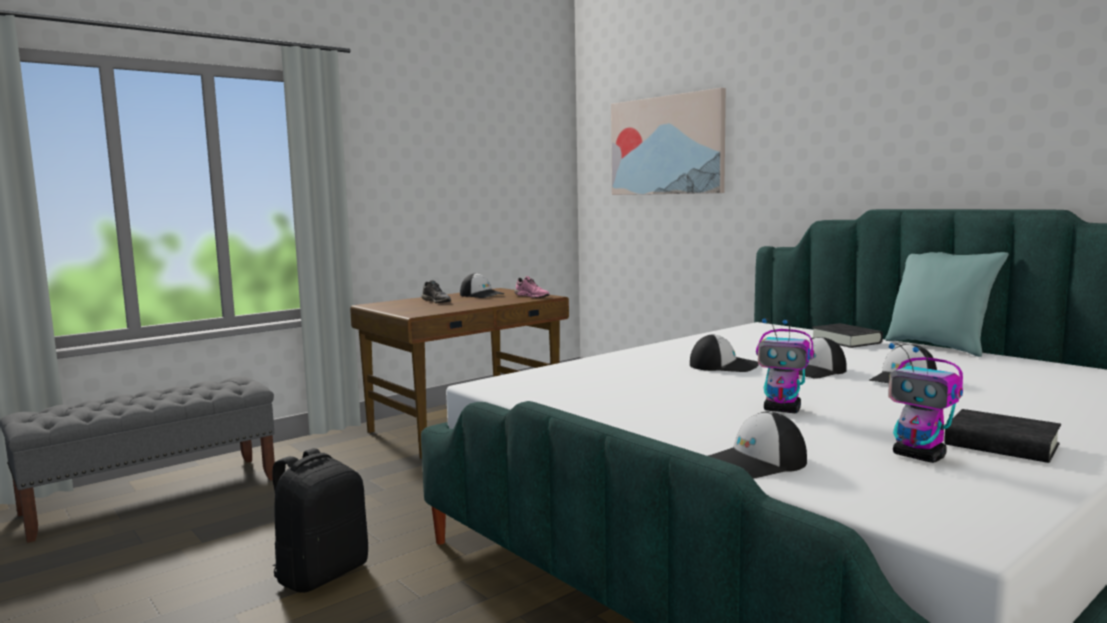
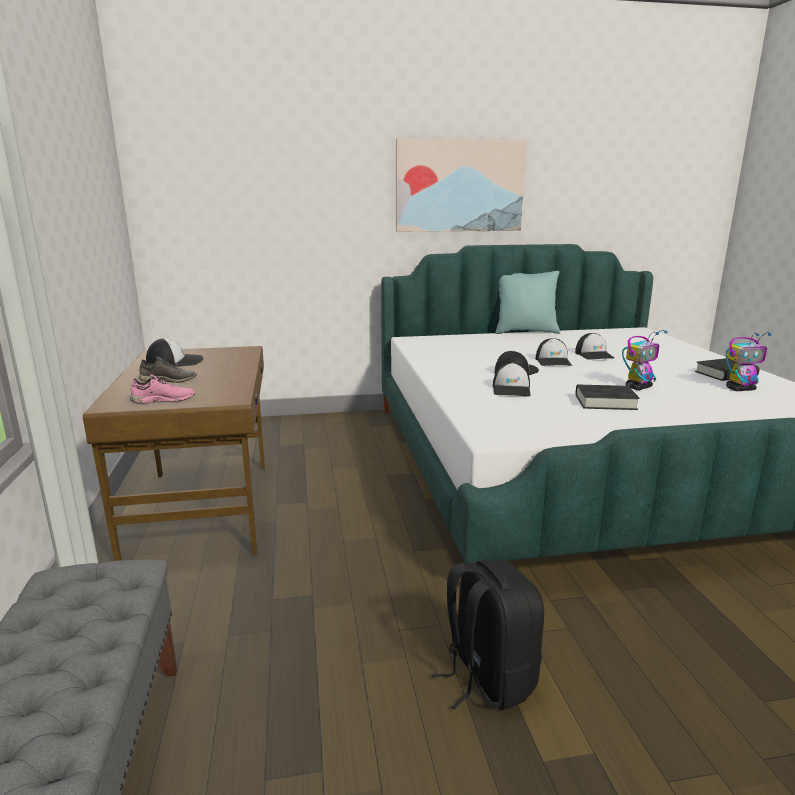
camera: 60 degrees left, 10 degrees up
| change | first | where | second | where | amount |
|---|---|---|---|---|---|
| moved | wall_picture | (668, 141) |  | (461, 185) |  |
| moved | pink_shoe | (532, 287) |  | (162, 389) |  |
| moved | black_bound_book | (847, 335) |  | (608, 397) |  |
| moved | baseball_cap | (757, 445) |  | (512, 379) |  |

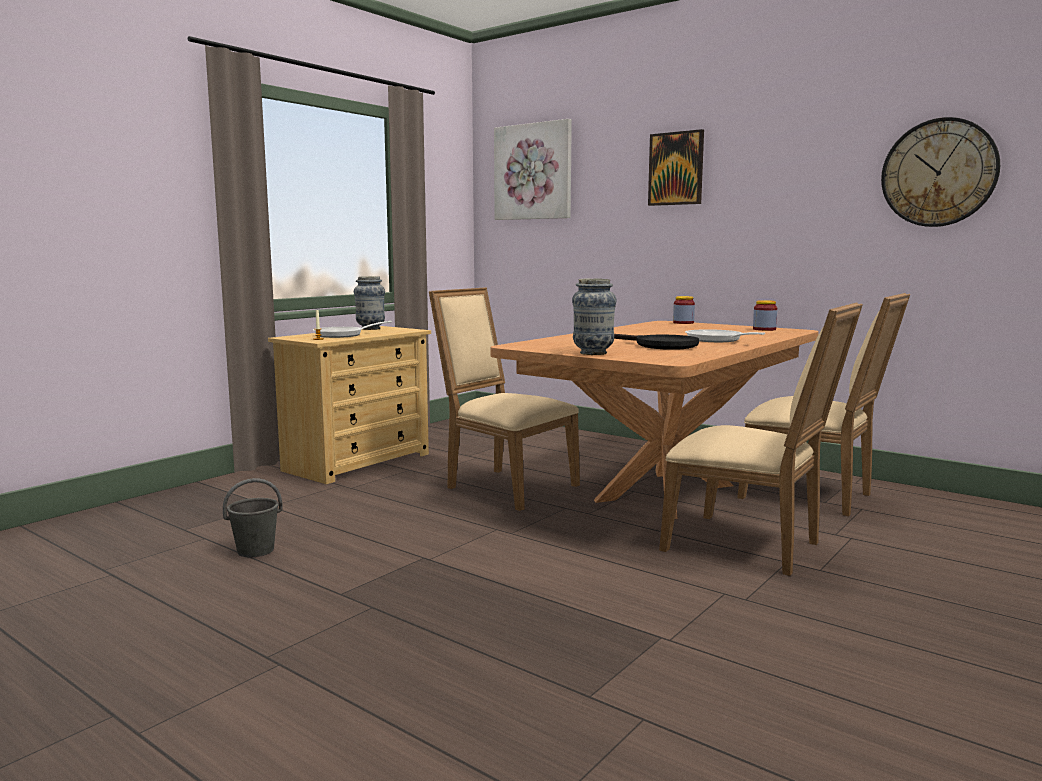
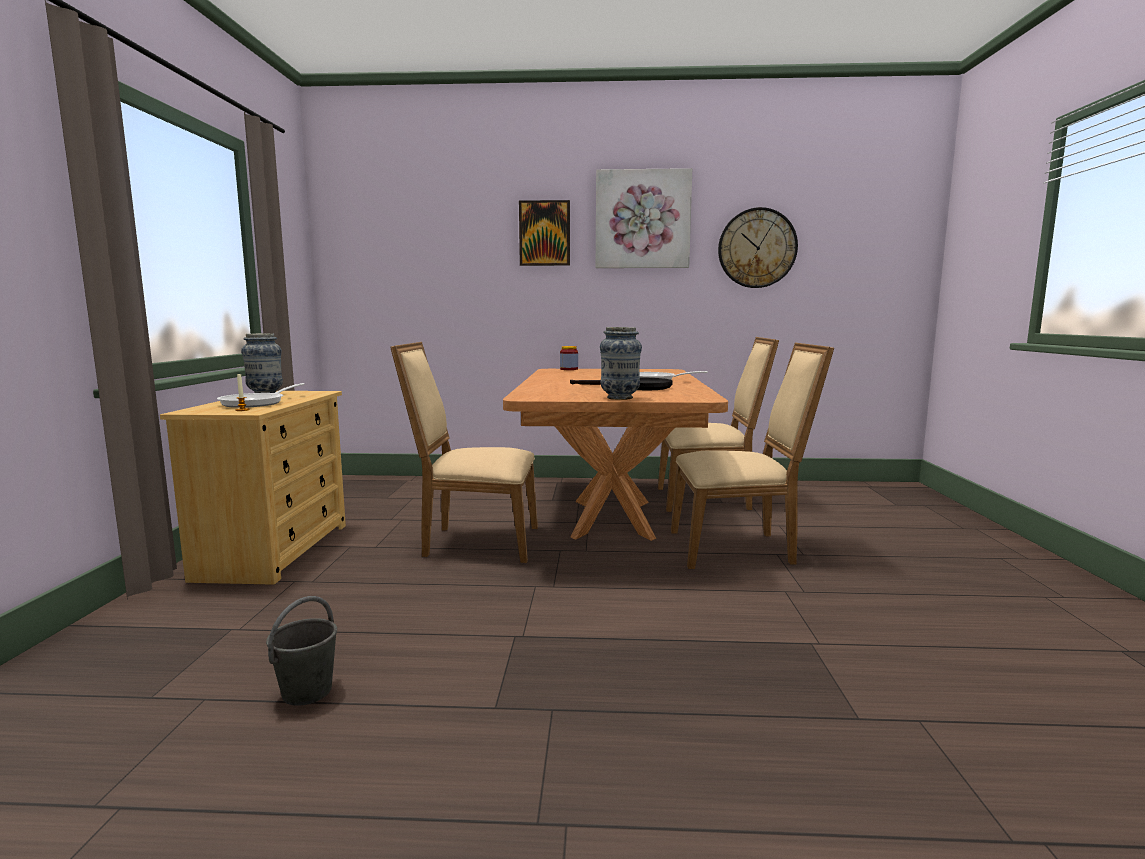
camera: 35 degrees left, 0 degrees up
| change | first | where | second | where | amount |
|---|---|---|---|---|---|
| moved | wall_picture | (533, 169) |  | (644, 218) |  |
| removed | storage_jar | (765, 315) |  |  |  |

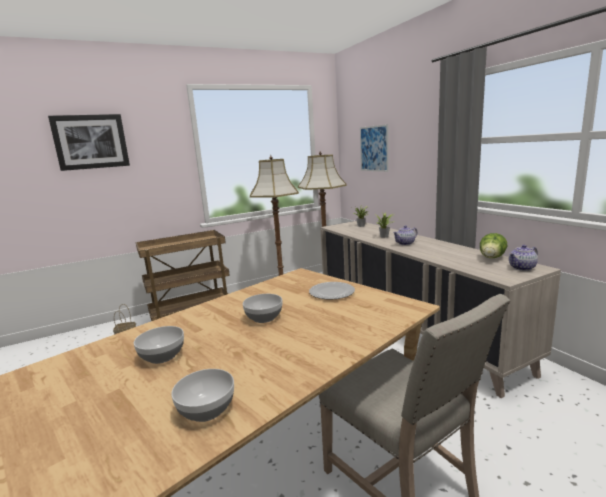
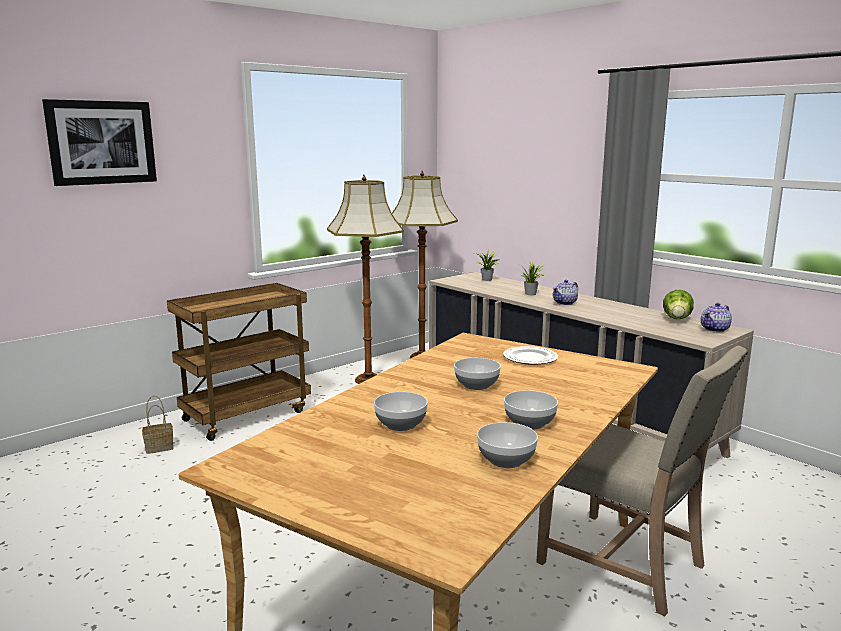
camera: 15 degrees left, 0 degrees up
| change | first | where | second | where | amount |
|---|---|---|---|---|---|
| removed | wall_picture | (374, 148) |  |  |  |
| added |  |  | bowl | (531, 409) |  |

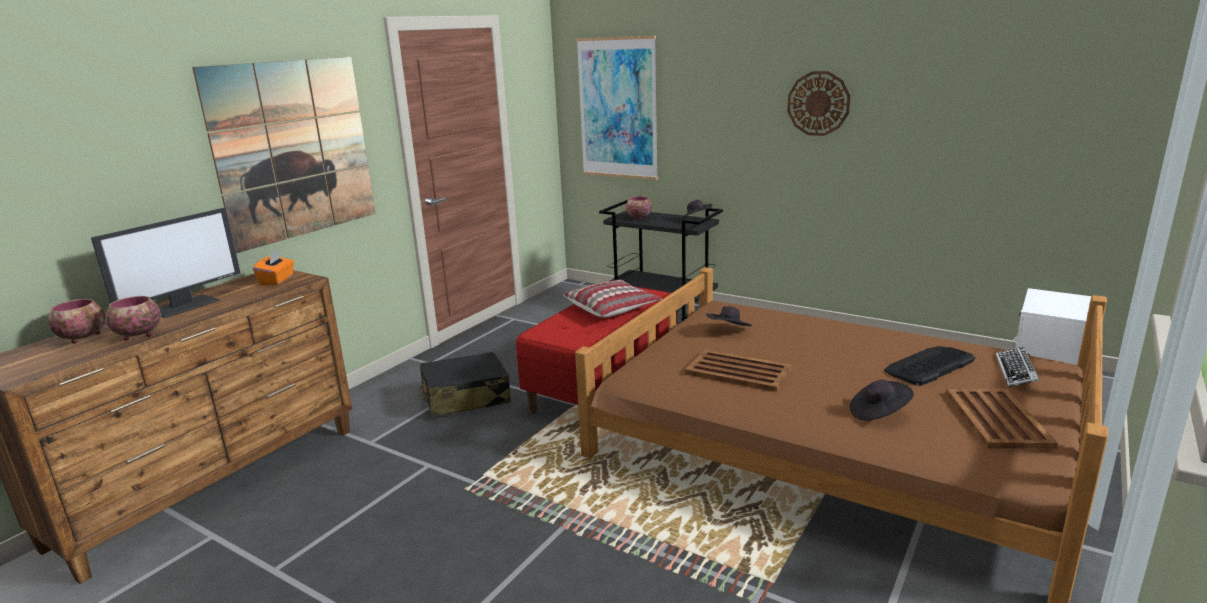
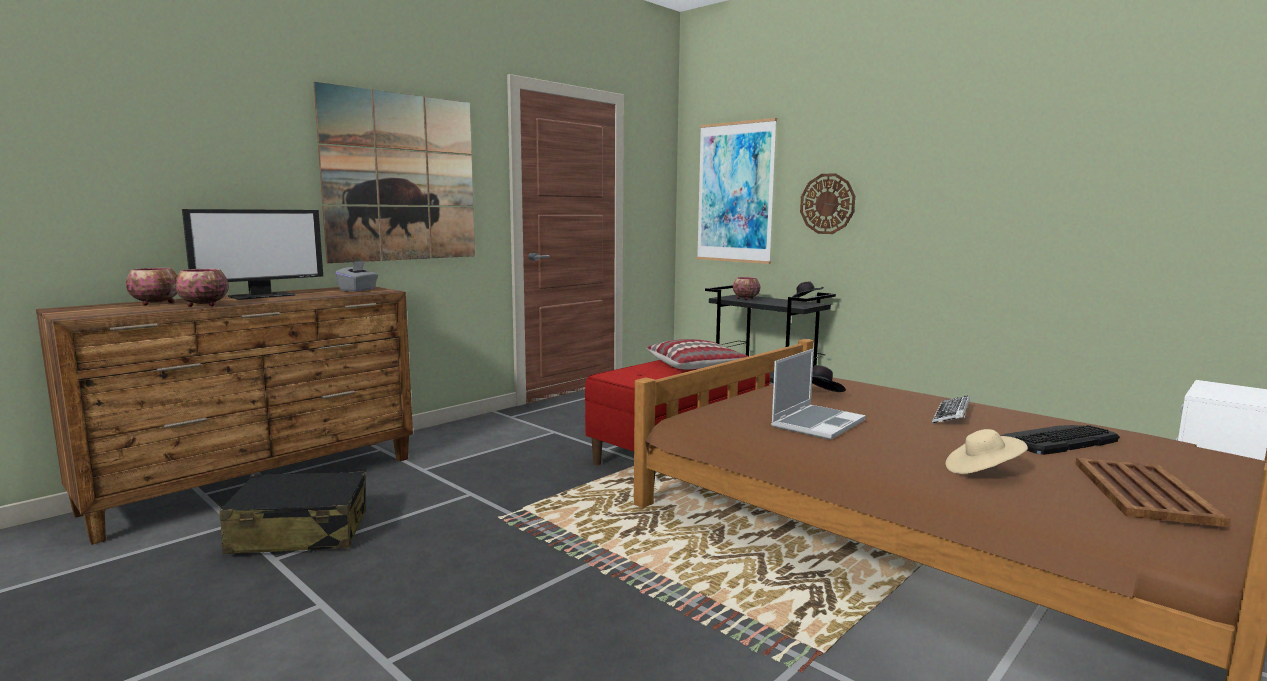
camera: 10 degrees right, 10 degrees down
| change | first | where | second | where | amount |
|---|---|---|---|---|---|
| moved | hanging_clock | (819, 103) |  | (827, 203) |  |
| recoloured | orange_box_of_tissues | (273, 267) | grey_box_of_tissues | (356, 276) |  |
| moved | keyboard | (1018, 367) |  | (951, 409) |  |
| replaced | brown_carrying_tray | (738, 370) | laptop | (818, 394) |  |
| moved | black_travel_case | (464, 384) |  | (293, 512) |  |
| recoloured | black_clothing_hat | (882, 400) | sand-coloured_clothing_hat | (987, 451) |  |

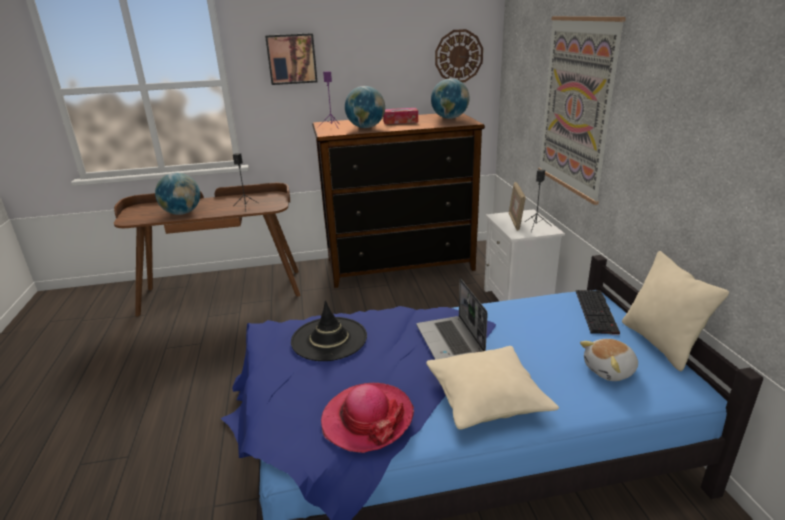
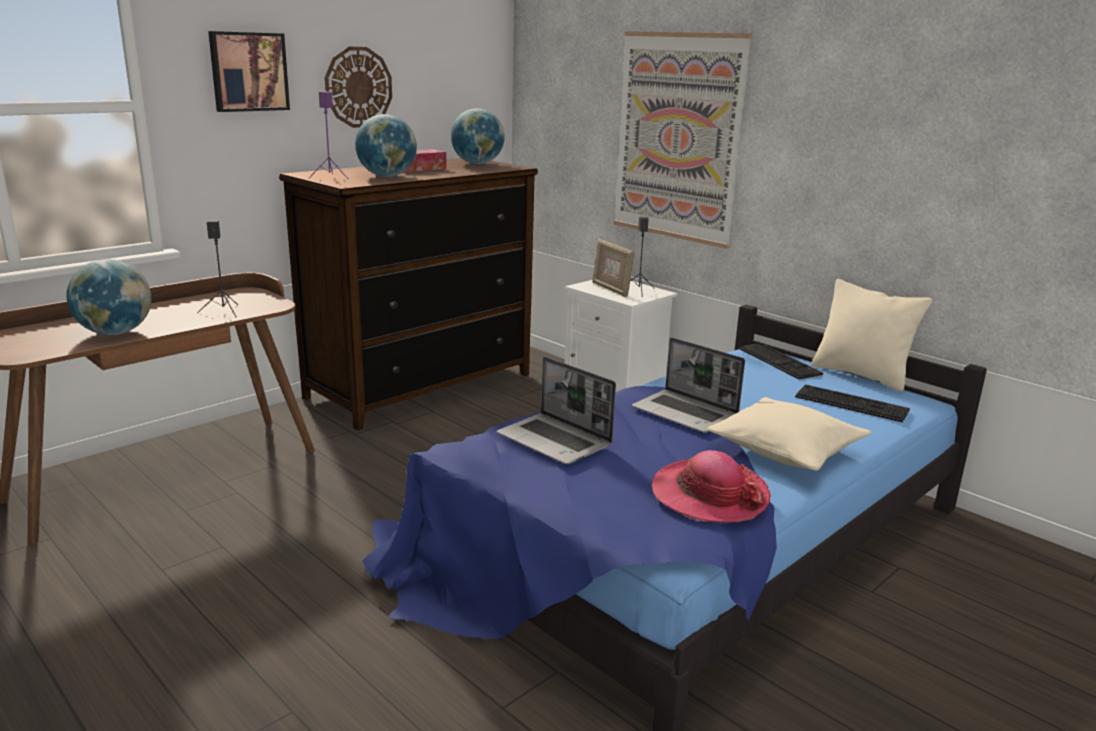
camera: 35 degrees left, 5 degrees down
| change | first | where | second | where | amount |
|---|---|---|---|---|---|
| moved | hanging_clock | (459, 55) |  | (358, 87) |  |
| replaced | black_clothing_hat | (329, 330) | laptop | (556, 410) |  |
| replaced | soft_toy | (609, 360) | keyboard | (852, 403) |  |

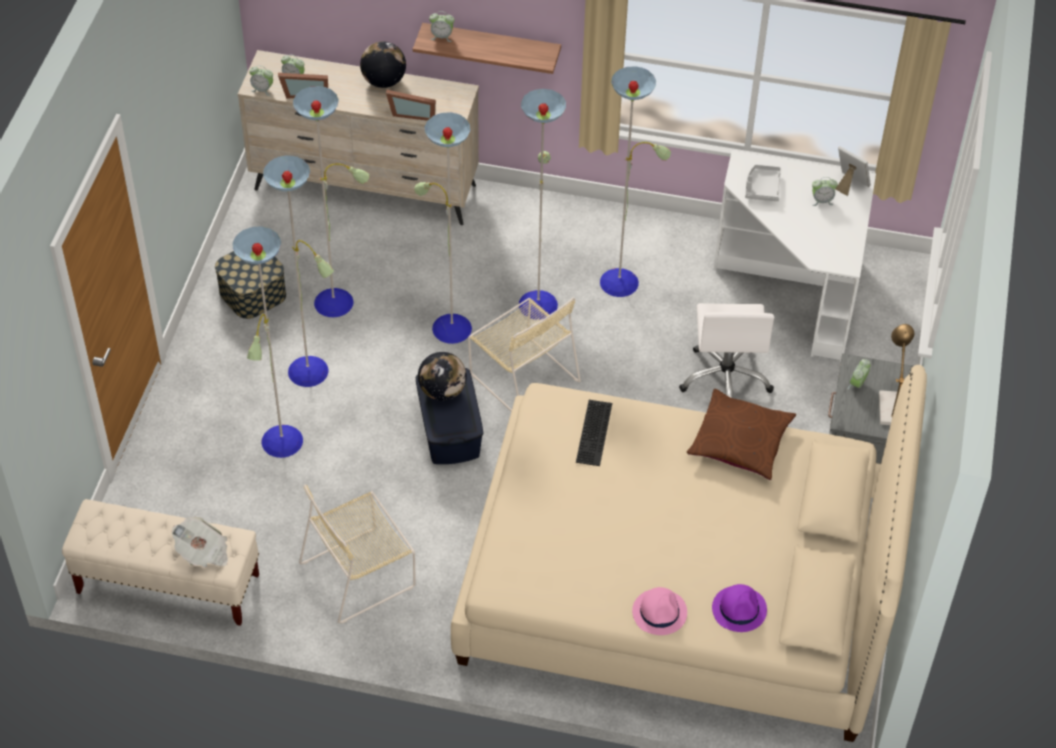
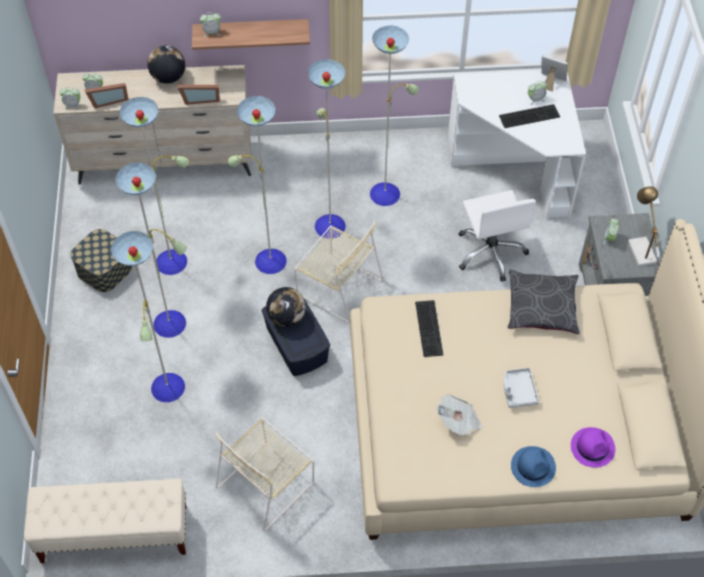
camera: 15 degrees left, 5 degrees up
| change | first | where | second | where | amount |
|---|---|---|---|---|---|
| moved | grey_carrying_tray | (763, 183) |  | (521, 388) |  |
| recoloured | brown_pillow | (741, 434) | grey_pillow | (544, 302) |  |
| moved | newspaper | (200, 542) |  | (459, 415) |  |
| recoloured | pink_clothing_hat | (659, 611) | bluish_clothing_hat | (533, 466) |  |
| added |  |  | keyboard | (529, 116) |  |

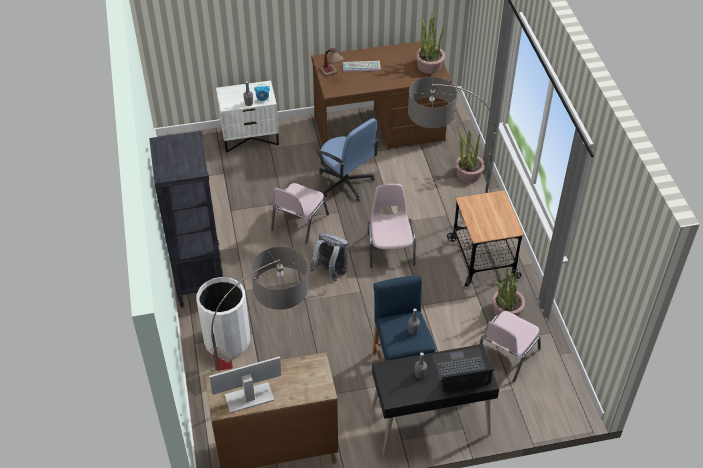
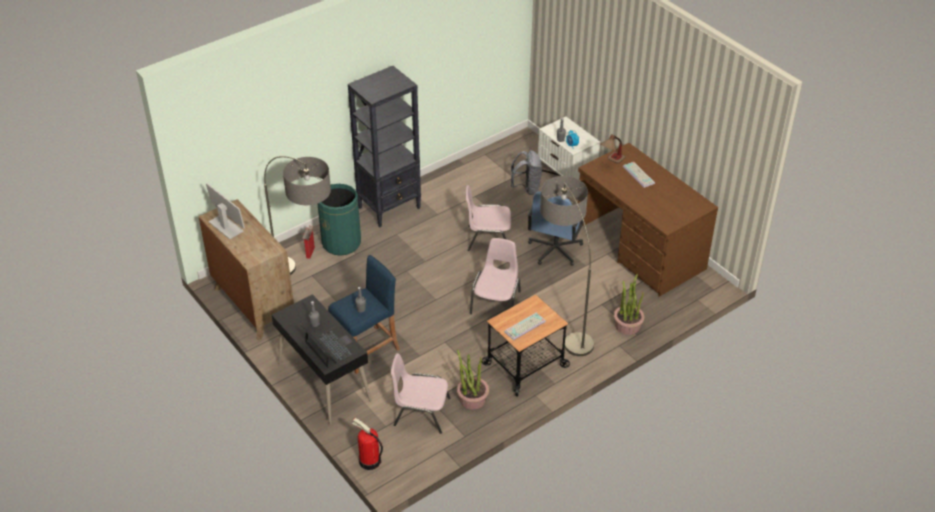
camera: 65 degrees right, 5 degrees down
| change | first | where | second | where | amount |
|---|---|---|---|---|---|
| removed | potted_plant | (430, 43) |  |  |  |
| turned | pink_chair | (391, 226) |  | (495, 276) | 45 degrees counterclockwise |
| moved | grey_rucksack | (329, 257) |  | (526, 172) |  |
| recoloured | white-coloured_trash_can | (223, 317) | green_trash_can | (339, 220) |  |
| added |  |  | keyboard | (525, 326) |  |
| added |  |  | extinguisher | (367, 444) |  |

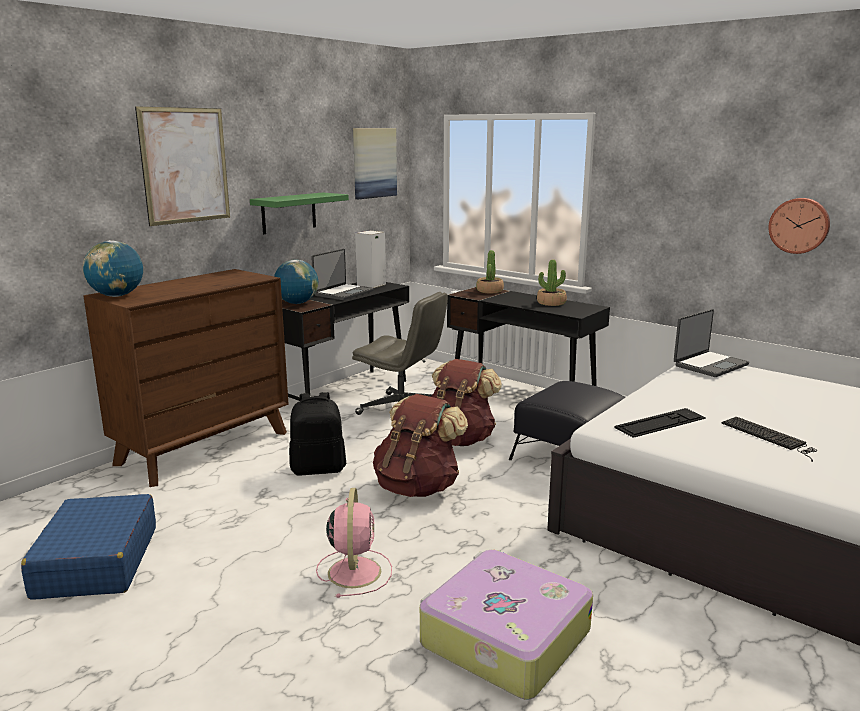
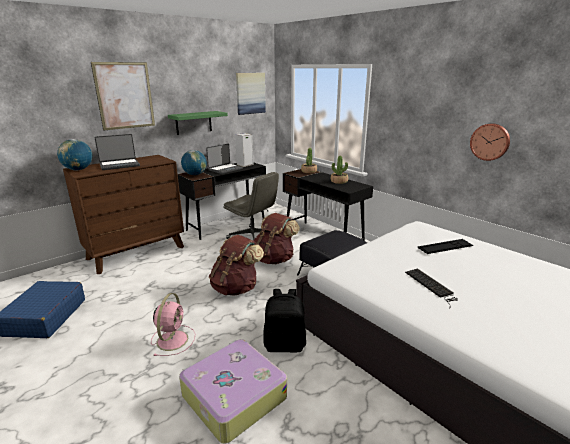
camera: 10 degrees right, 5 degrees up
| change | first | where | second | where | amount |
|---|---|---|---|---|---|
| moved | laptop | (711, 343) |  | (117, 152) |  |
| moved | black_rucksack | (317, 434) |  | (284, 320) |  |
| moved | keyboard | (660, 423) |  | (445, 246) |  |

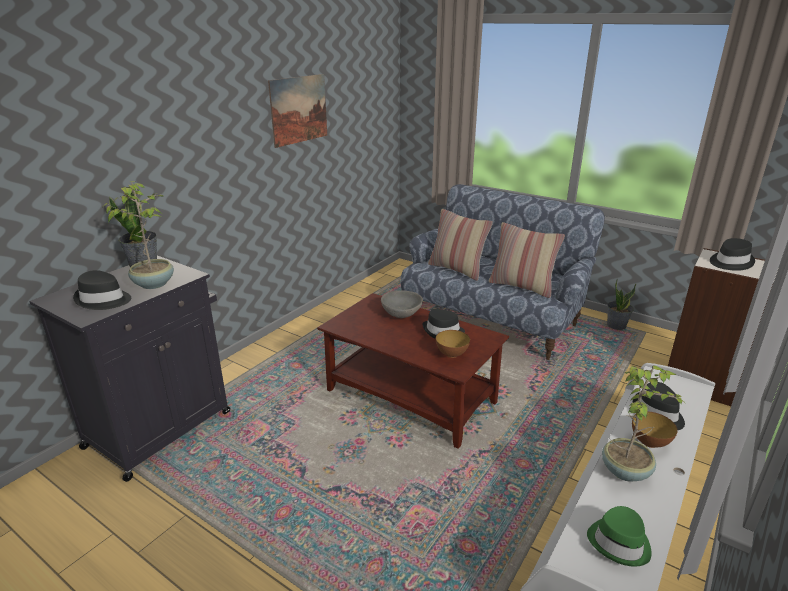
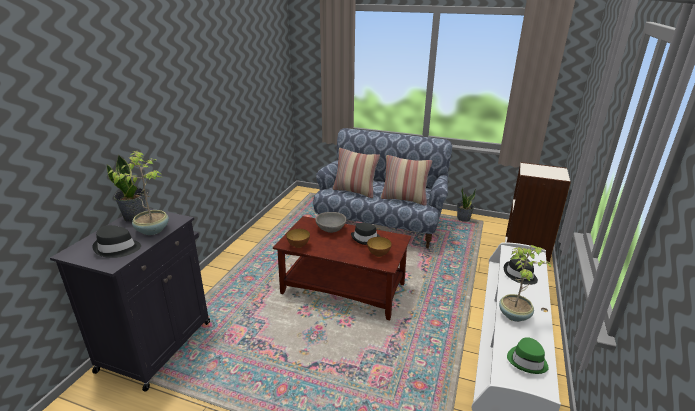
camera: 15 degrees left, 0 degrees up
| change | first | where | second | where | amount |
|---|---|---|---|---|---|
| removed | wall_picture | (297, 111) |  |  |  |
| removed | black_clothing_hat | (732, 254) |  |  |  |
| moved | bowl | (655, 429) |  | (298, 238) |  |

